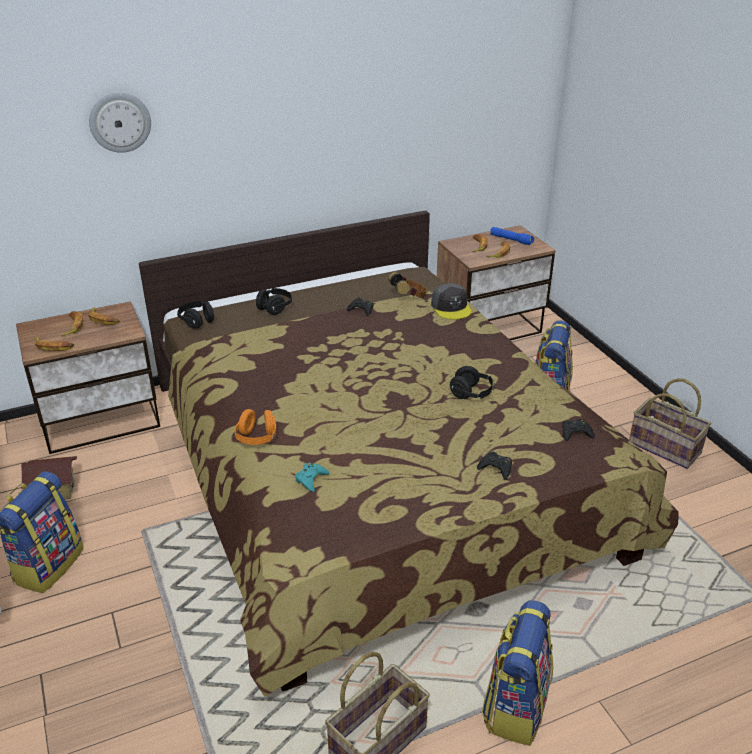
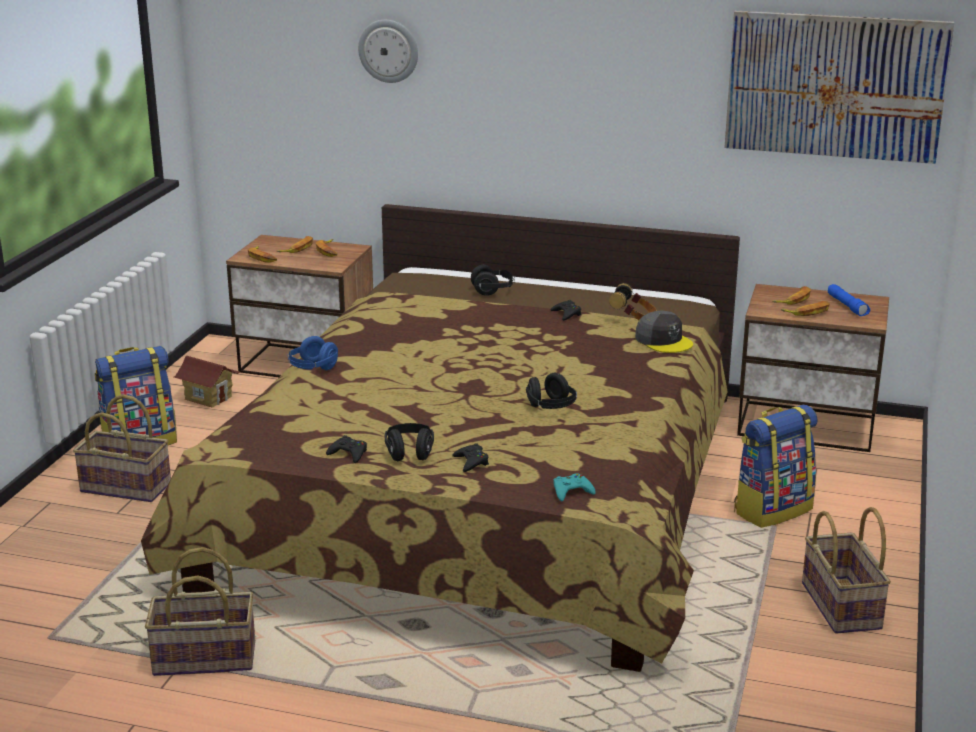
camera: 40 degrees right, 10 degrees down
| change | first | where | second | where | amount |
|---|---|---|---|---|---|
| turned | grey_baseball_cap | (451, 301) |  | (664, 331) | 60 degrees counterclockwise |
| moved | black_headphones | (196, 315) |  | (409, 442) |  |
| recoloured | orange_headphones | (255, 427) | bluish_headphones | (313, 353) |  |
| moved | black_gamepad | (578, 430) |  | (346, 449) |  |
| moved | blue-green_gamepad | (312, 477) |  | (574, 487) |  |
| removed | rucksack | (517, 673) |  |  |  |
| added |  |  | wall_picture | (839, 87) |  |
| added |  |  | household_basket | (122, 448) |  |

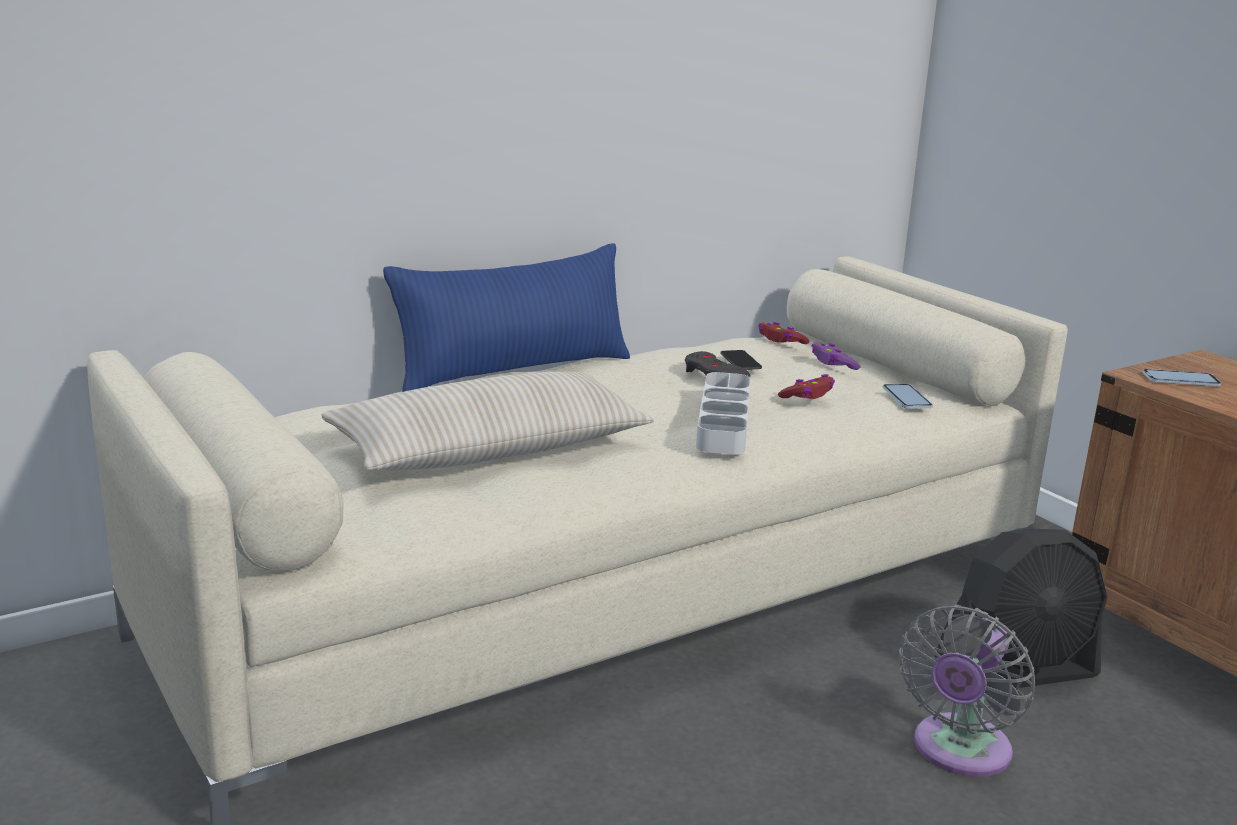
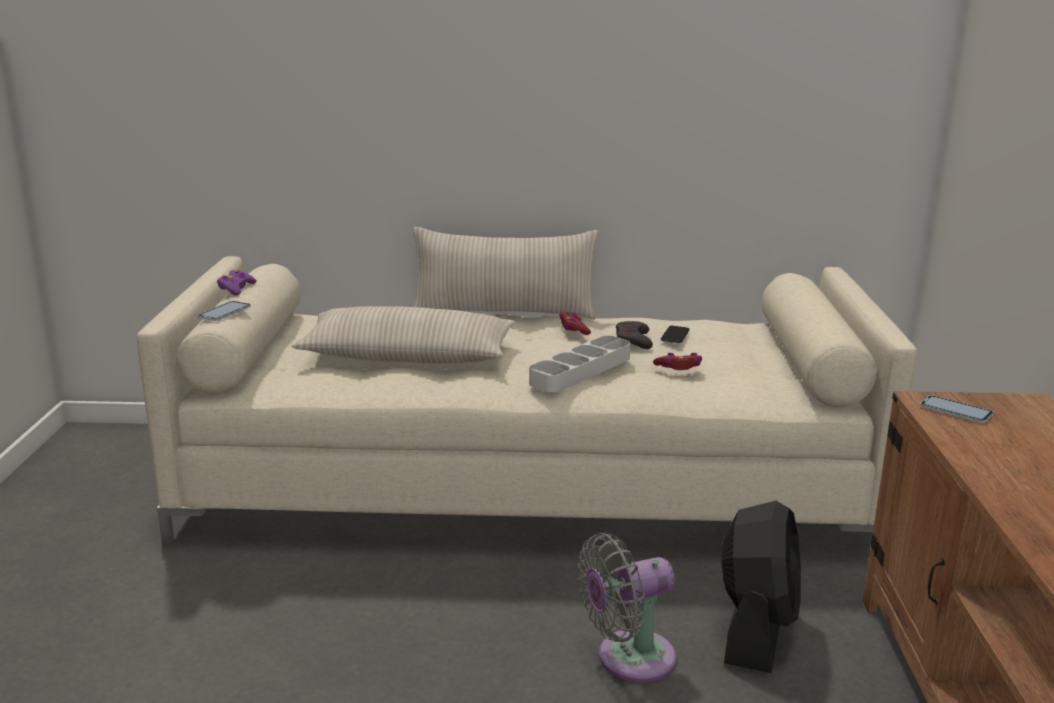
camera: 35 degrees right, 0 degrees up
| change | first | where | second | where | amount |
|---|---|---|---|---|---|
| recoloured | bluish_pillow | (506, 317) | sand-coloured_pillow | (506, 273) |  |
| moved | red_gamepad | (783, 333) |  | (575, 323) |  |
| moved | purple_gamepad | (836, 356) |  | (237, 282) |  |
| moved | handset | (908, 396) |  | (224, 311) |  |
| turned | black_electric_fan | (1021, 608) |  | (761, 587) | 90 degrees counterclockwise |

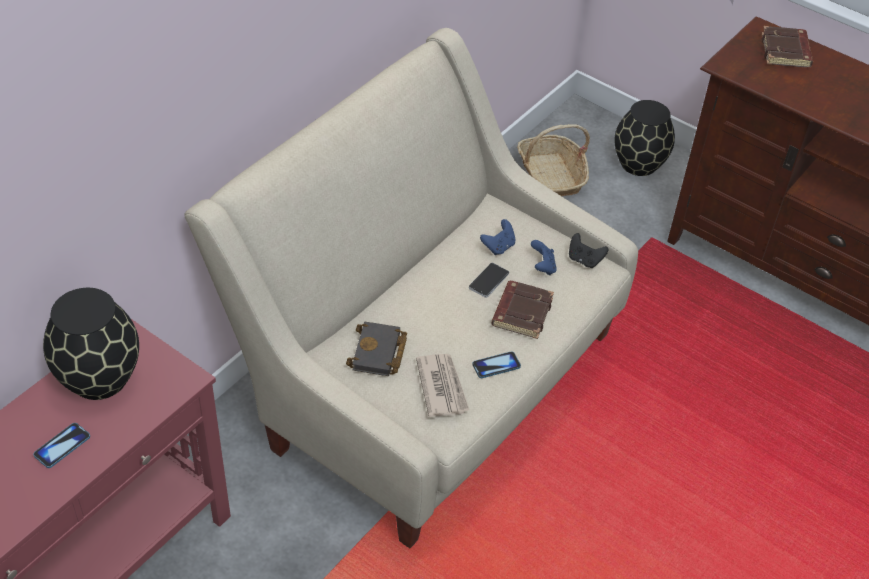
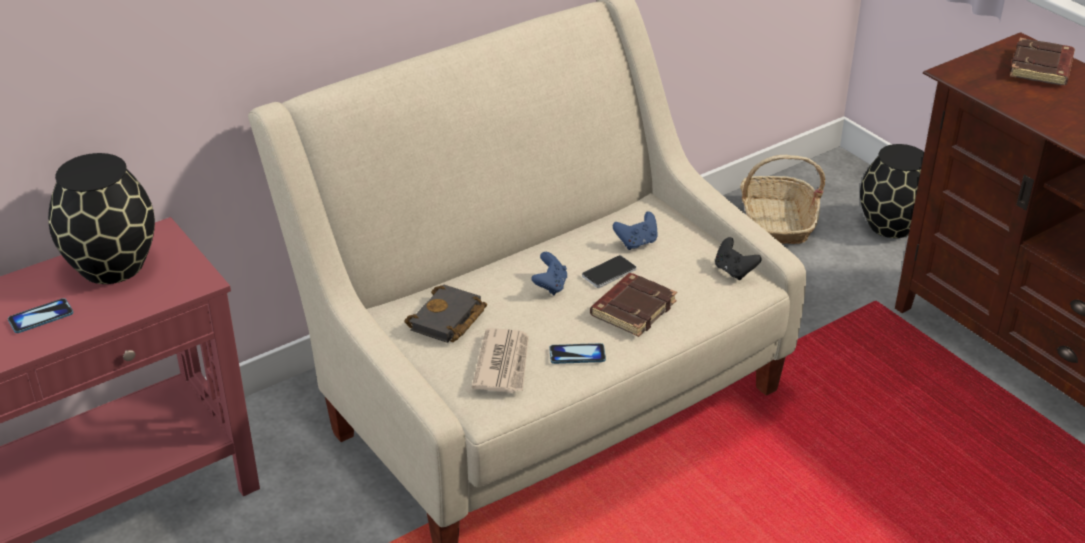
camera: 20 degrees right, 10 degrees down
| change | first | where | second | where | amount |
|---|---|---|---|---|---|
| moved | bluish_gamepad | (544, 257) |  | (549, 273) |  |

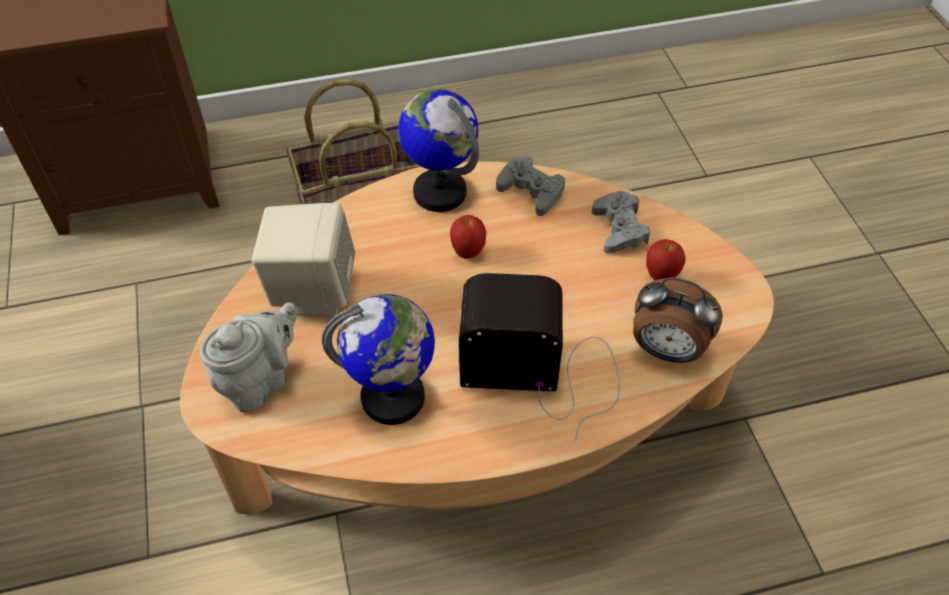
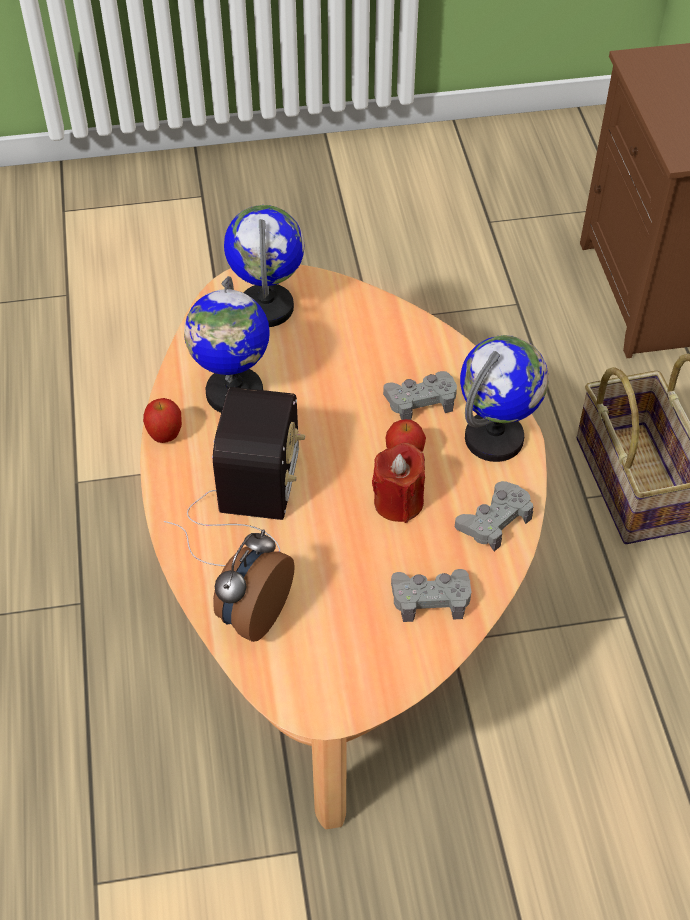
camera: 95 degrees right, 0 degrees up
| change | first | where | second | where | amount |
|---|---|---|---|---|---|
| removed | sand-coloured_speaker | (303, 260) |  |  |  |
| moved | whole_apple | (666, 259) |  | (162, 420) |  |
| replaced | grey_teapot | (248, 357) | globe | (264, 266) |  |
| added |  |  | grey_gamepad | (420, 395) |  |
| added |  |  | red_wax_candle | (398, 483) |  |

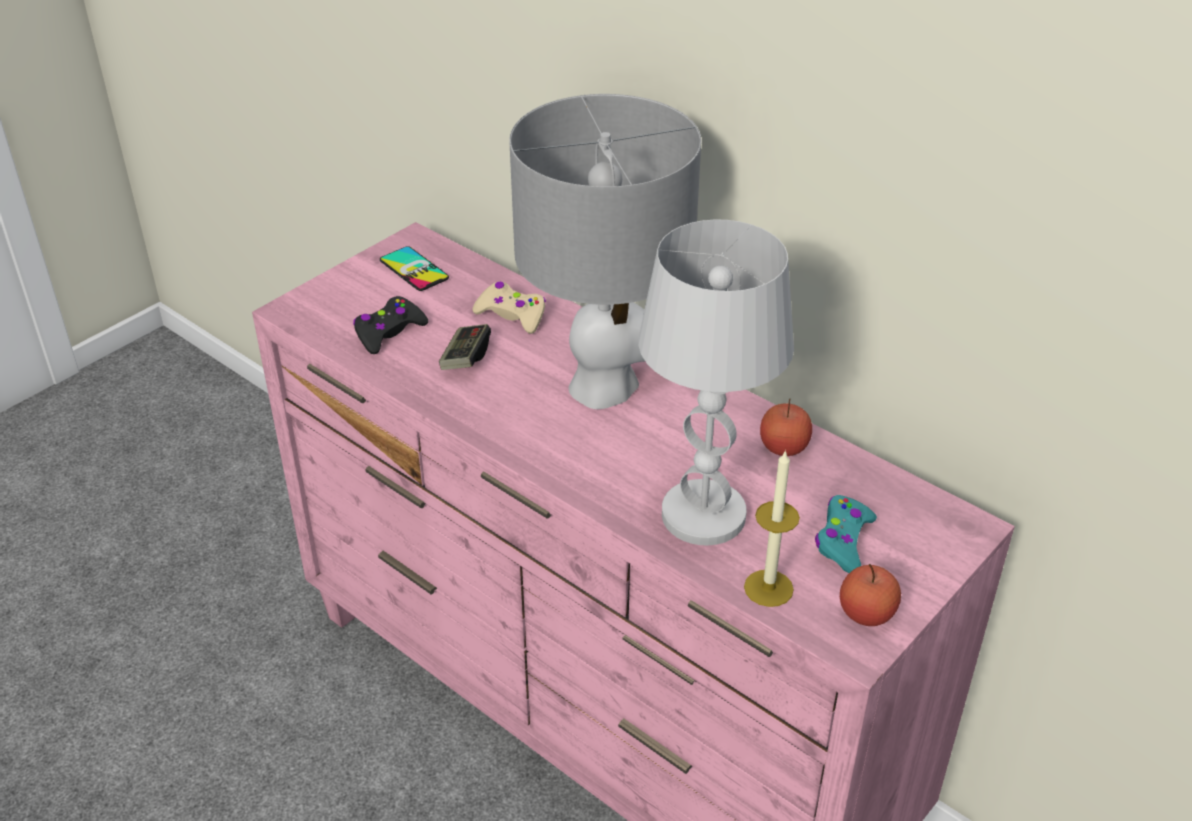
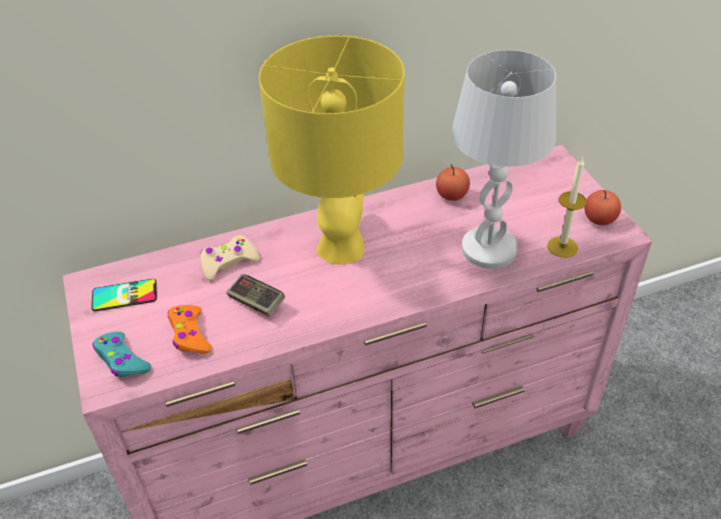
camera: 60 degrees left, 5 degrees up
| change | first | where | second | where | amount |
|---|---|---|---|---|---|
| recoloured | grey_table_lamp | (605, 251) | yellow_table_lamp | (332, 150) |  |
| recoloured | black_gamepad | (390, 325) | orange_gamepad | (190, 329) |  |
| moved | blue-green_gamepad | (846, 534) |  | (122, 355) |  |

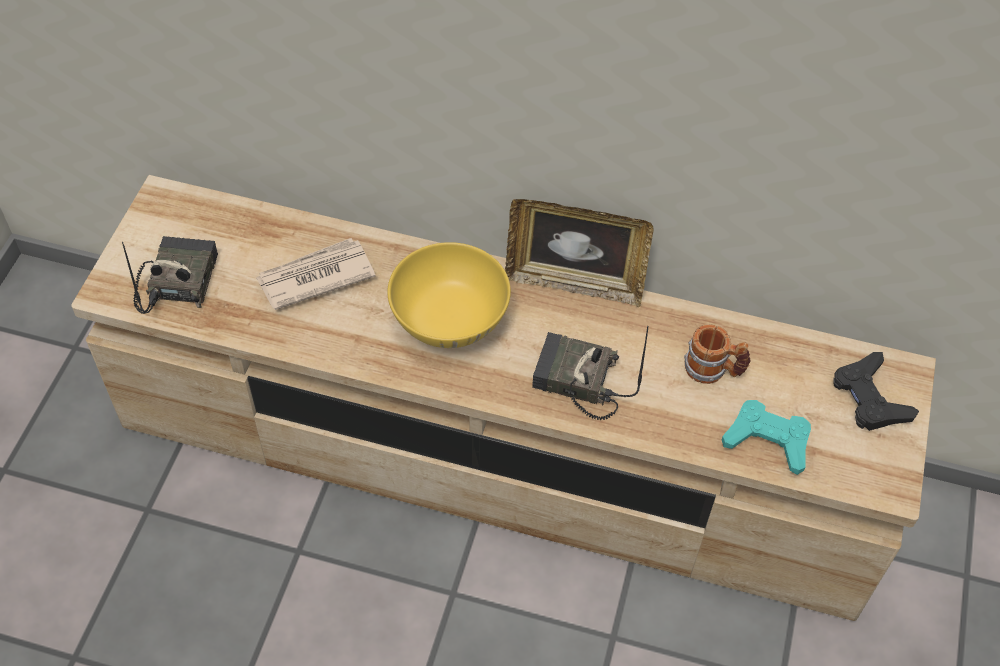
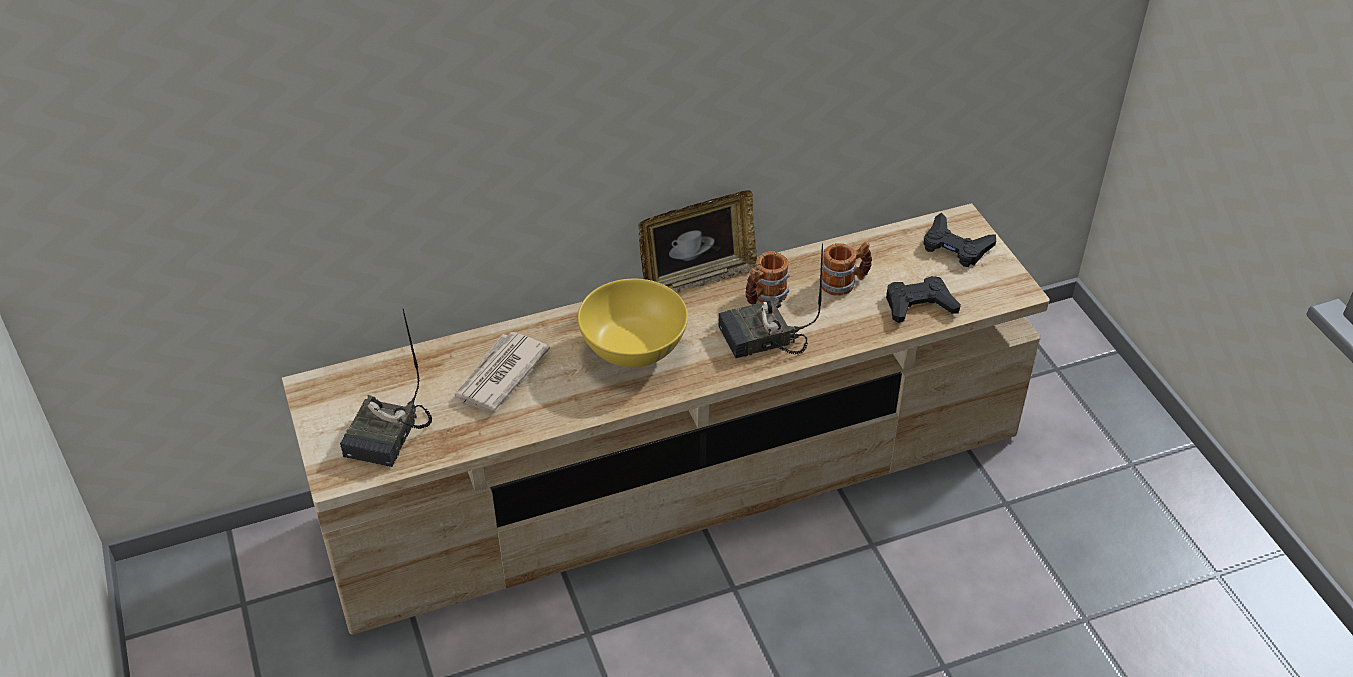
camera: 35 degrees left, 10 degrees down
| change | first | where | second | where | amount |
|---|---|---|---|---|---|
| turned | radio | (170, 275) |  | (386, 387) | 135 degrees counterclockwise |
| recoloured | blue-green_gamepad | (766, 437) | black_gamepad | (923, 299) |  |
| added |  |  | mug | (767, 278) |  |

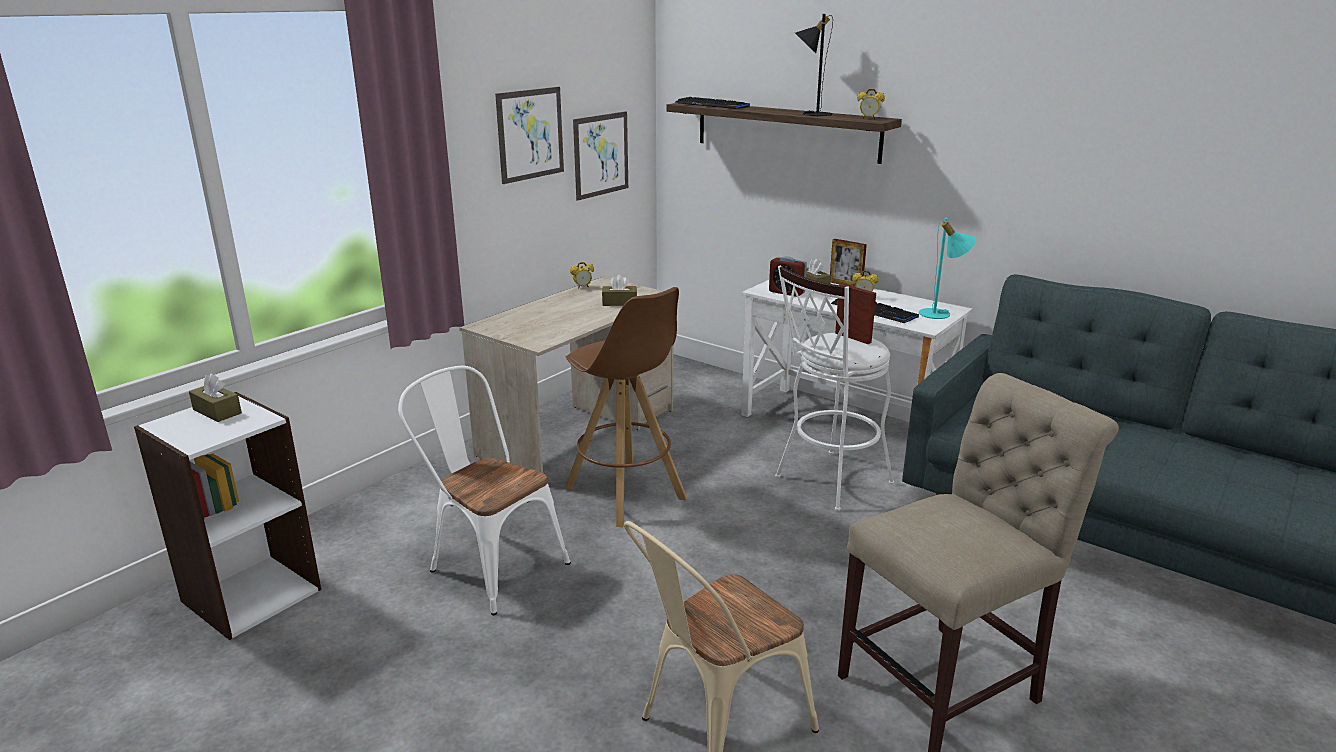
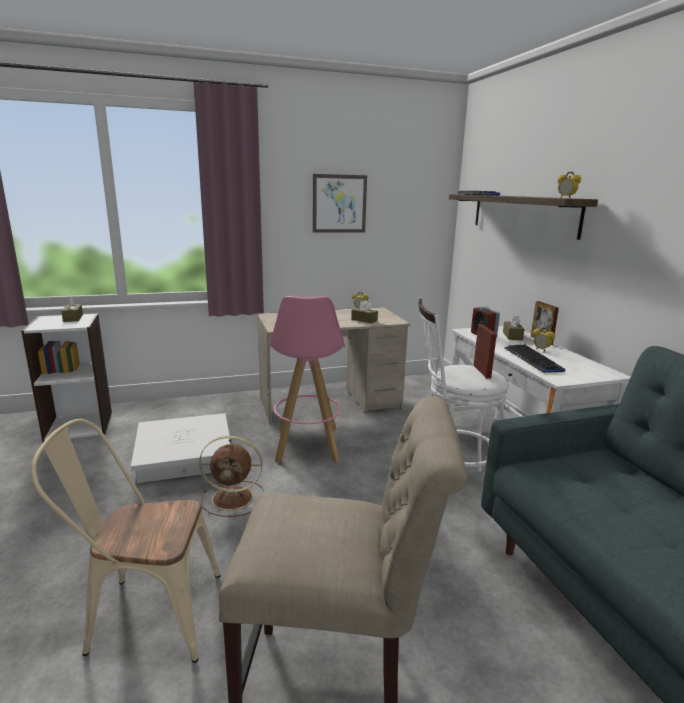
camera: 35 degrees right, 5 degrees down
| change | first | where | second | where | amount |
|---|---|---|---|---|---|
| removed | black_table_lamp | (814, 65) |  |  |  |
| removed | wall_picture | (600, 156) |  |  |  |
| removed | blue-green_table_lamp | (947, 268) |  |  |  |
| recoloured | brown_stool_seat | (626, 407) | pink_stool_seat | (307, 379) |  |
| replaced | white-coloured_chair | (484, 490) | white-coloured_storage_bin | (180, 448) |  |
| added |  |  | brown_electric_fan | (231, 476) |  |

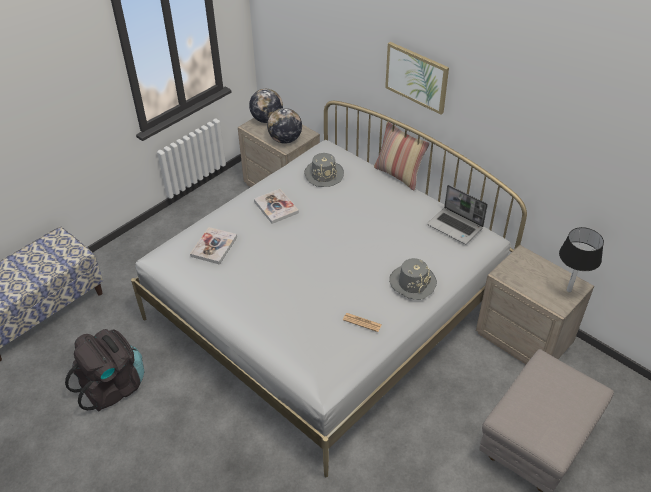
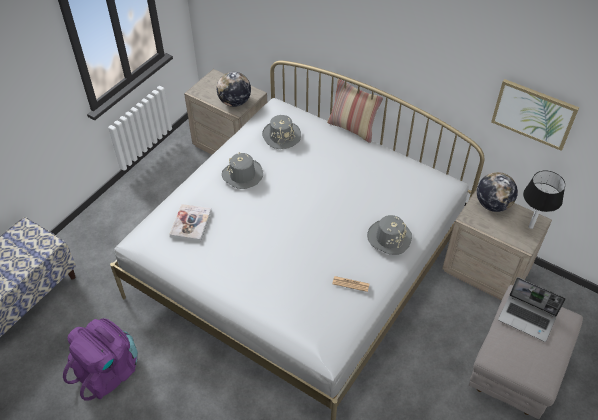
camera: 10 degrees left, 5 degrees up
| change | first | where | second | where | amount |
|---|---|---|---|---|---|
| moved | wall_picture | (417, 78) |  | (535, 115) |  |
| moved | globe | (266, 106) |  | (497, 192) |  |
| moved | laptop | (457, 214) |  | (532, 309) |  |
| replaced | bound_book | (276, 206) | grey_clothing_hat | (242, 171) |  |
| recoloured | black_rucksack | (105, 370) | purple_rucksack | (100, 359) |  |

